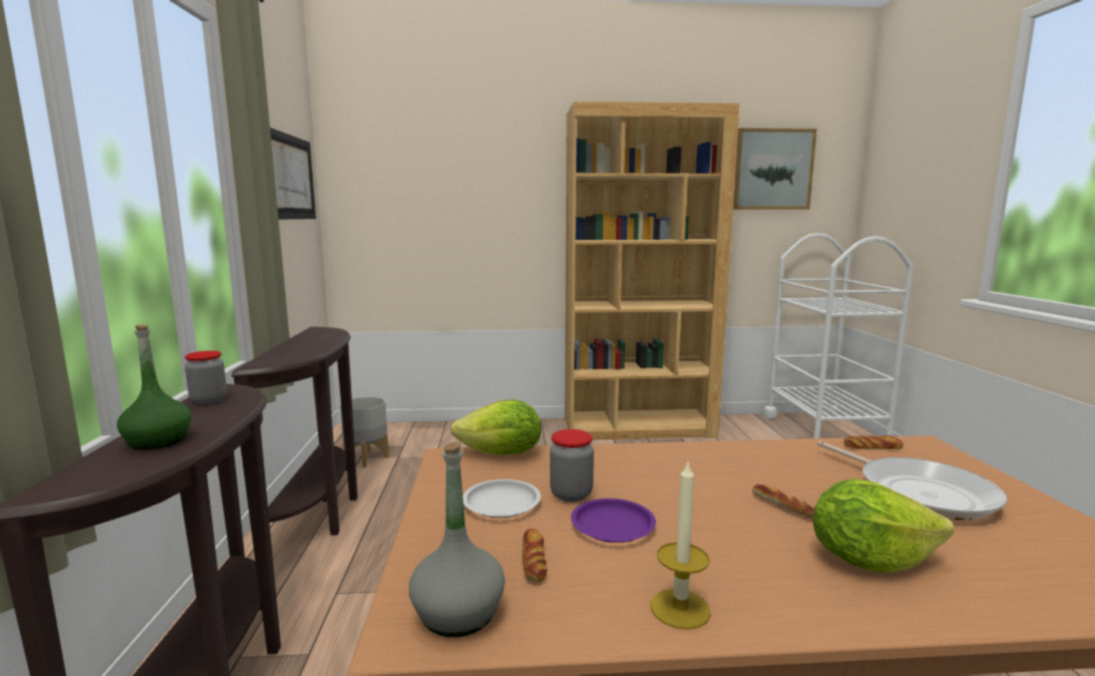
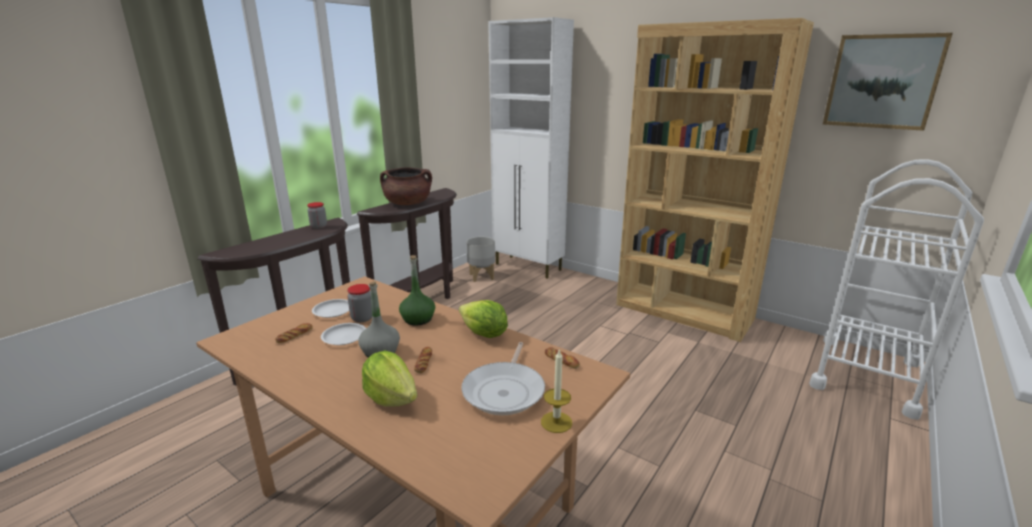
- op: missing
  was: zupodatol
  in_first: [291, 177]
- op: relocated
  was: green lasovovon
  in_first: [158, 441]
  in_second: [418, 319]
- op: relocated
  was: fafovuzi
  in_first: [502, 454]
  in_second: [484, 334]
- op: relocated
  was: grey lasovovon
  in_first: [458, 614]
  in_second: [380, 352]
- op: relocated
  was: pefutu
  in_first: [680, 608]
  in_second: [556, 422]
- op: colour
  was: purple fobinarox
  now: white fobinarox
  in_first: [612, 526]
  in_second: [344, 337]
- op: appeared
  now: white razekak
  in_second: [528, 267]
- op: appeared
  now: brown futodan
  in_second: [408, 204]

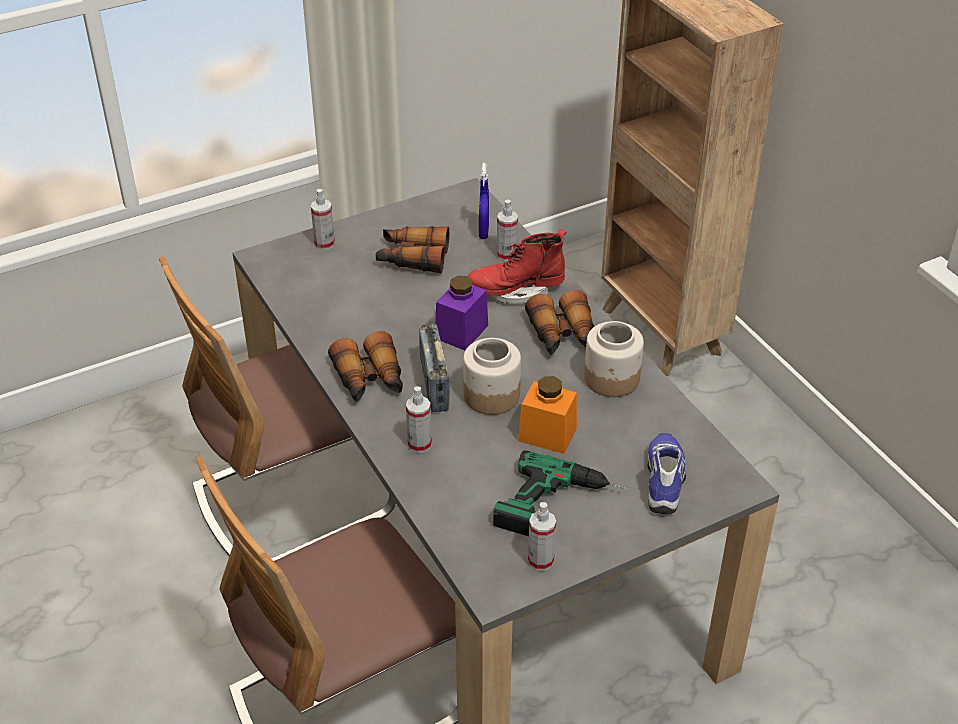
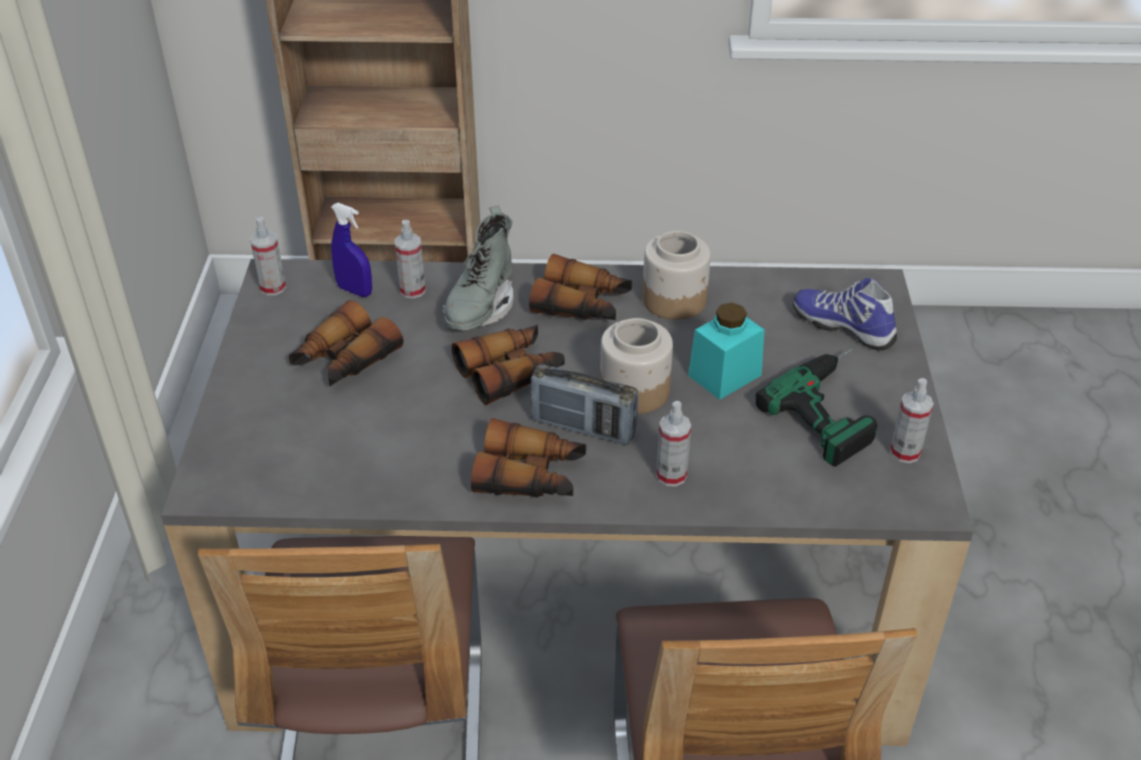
- op: relocated
  was: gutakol
  in_first: [324, 243]
  in_second: [273, 287]
- op: colour
  was: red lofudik
  now: grey lofudik
  in_first: [515, 291]
  in_second: [480, 308]
- op: exchanged
  was: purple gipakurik
  now: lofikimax
  in_first: [461, 332]
  in_second: [511, 372]
- op: colour
  was: orange gipakurik
  now: turquoise gipakurik
  in_first: [547, 434]
  in_second: [724, 375]

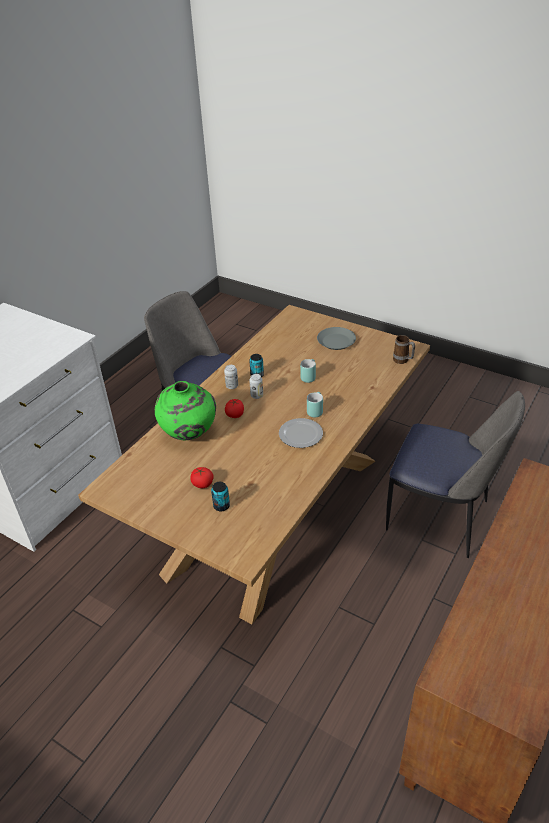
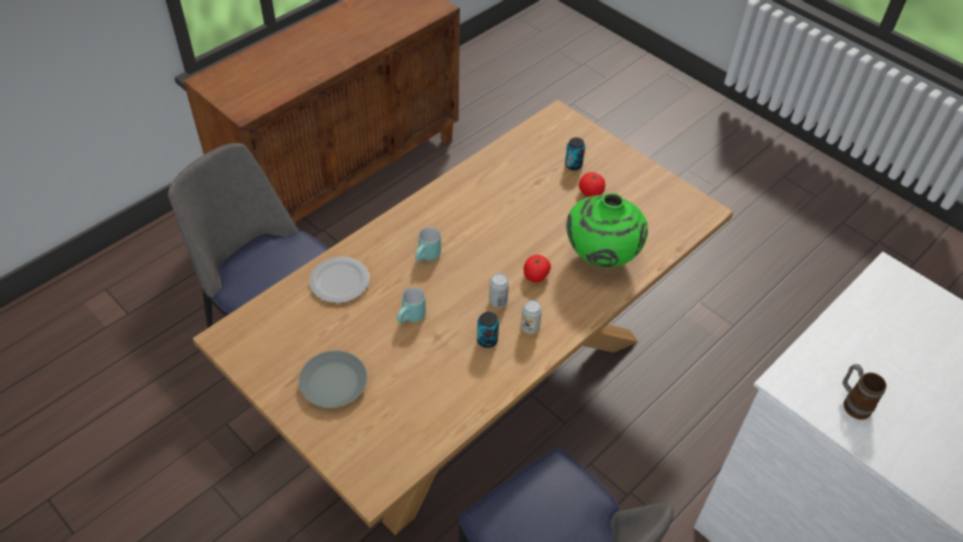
- op: relocated
  was: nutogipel
  in_first: [403, 361]
  in_second: [852, 403]
- op: relocated
  was: fobinarox
  in_first: [300, 435]
  in_second: [340, 281]

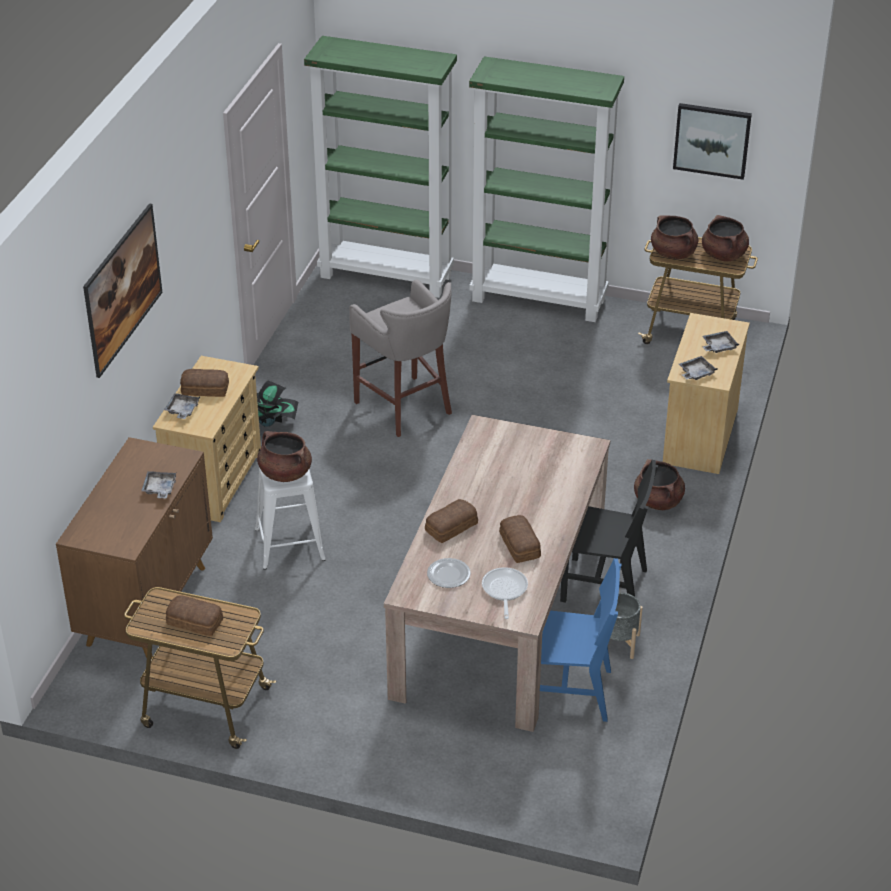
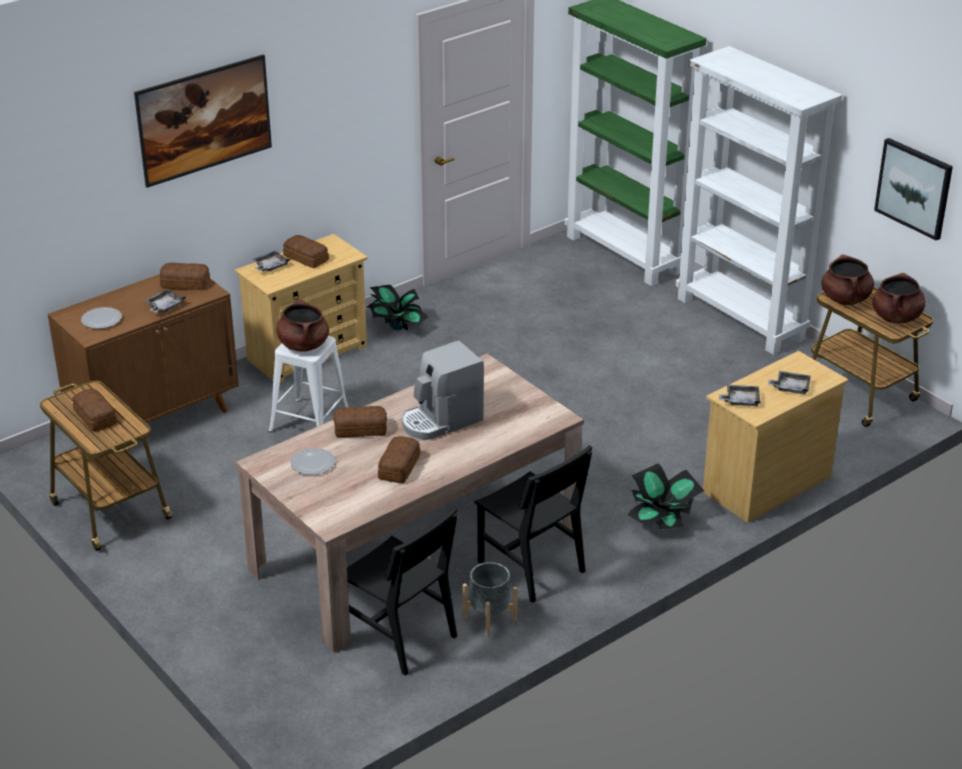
- op: colour
  was: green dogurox
  now: white dogurox
  in_first: [540, 299]
  in_second: [741, 319]
- op: missing
  was: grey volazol
  in_first: [405, 408]
- op: exchanged
  was: brown futodan
  now: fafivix
  in_first: [658, 501]
  in_second: [662, 521]
- op: colour
  was: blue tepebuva
  now: black tepebuva
  in_first: [568, 692]
  in_second: [400, 636]
- op: missing
  was: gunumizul
  in_first: [504, 591]
- op: appeared
  now: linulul
  in_second: [185, 283]
- op: appeared
  now: fobinarox
  in_second: [102, 320]
- op: appeared
  now: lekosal
  in_second: [441, 420]

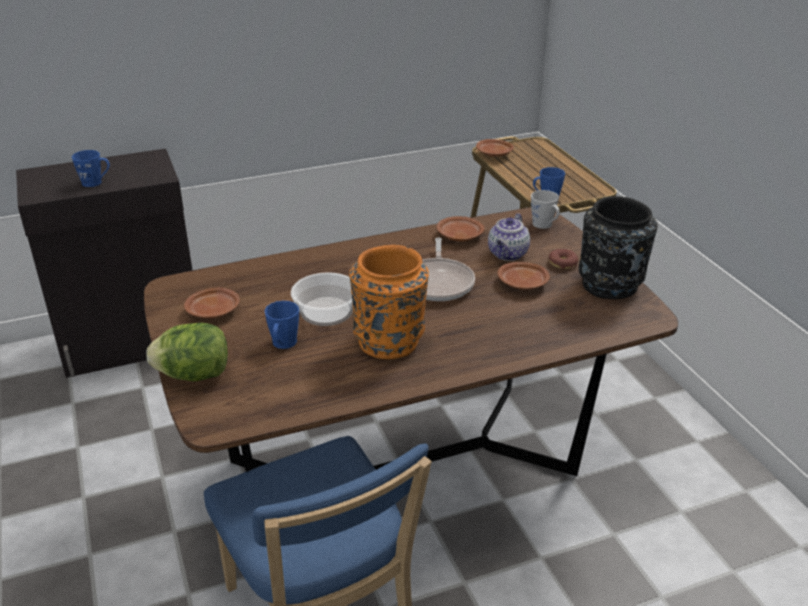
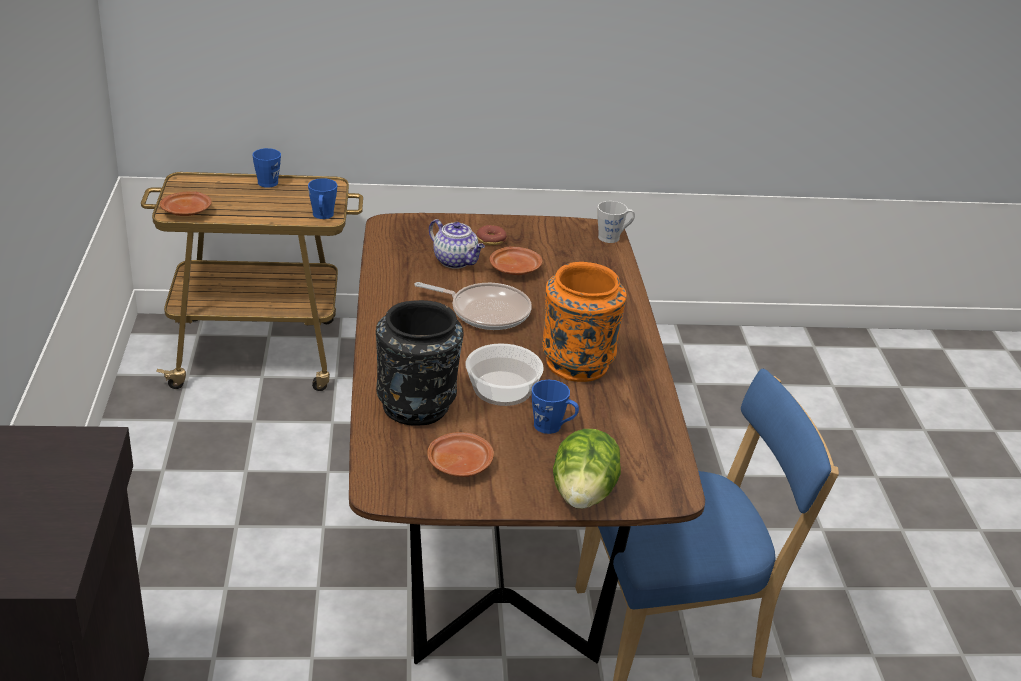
- op: relocated
  was: blue nutogipel
  in_first: [95, 182]
  in_second: [270, 181]
- op: relocated
  was: grey nutogipel
  in_first: [544, 225]
  in_second: [613, 237]
- op: relocated
  was: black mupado
  in_first: [610, 286]
  in_second: [417, 406]
- op: missing
  was: brown fobinarox
  in_first: [459, 236]

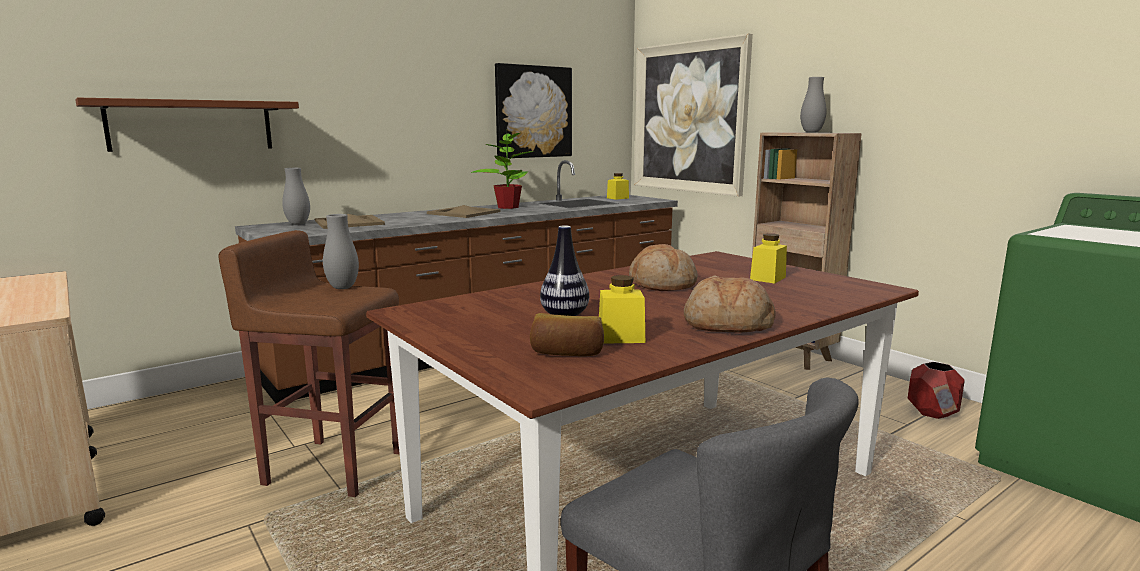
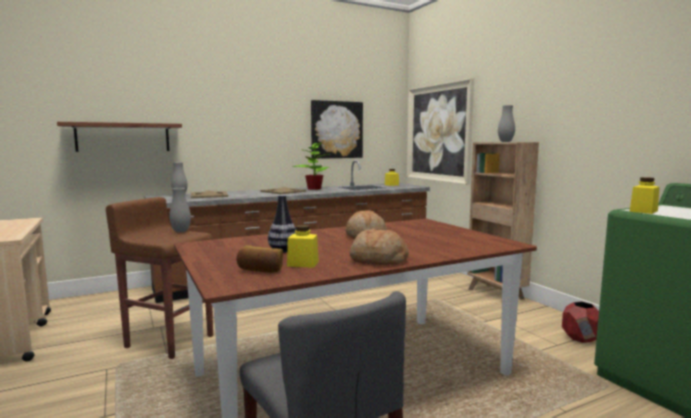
- op: relocated
  was: yellow gipakurik
  in_first: [767, 278]
  in_second: [643, 211]

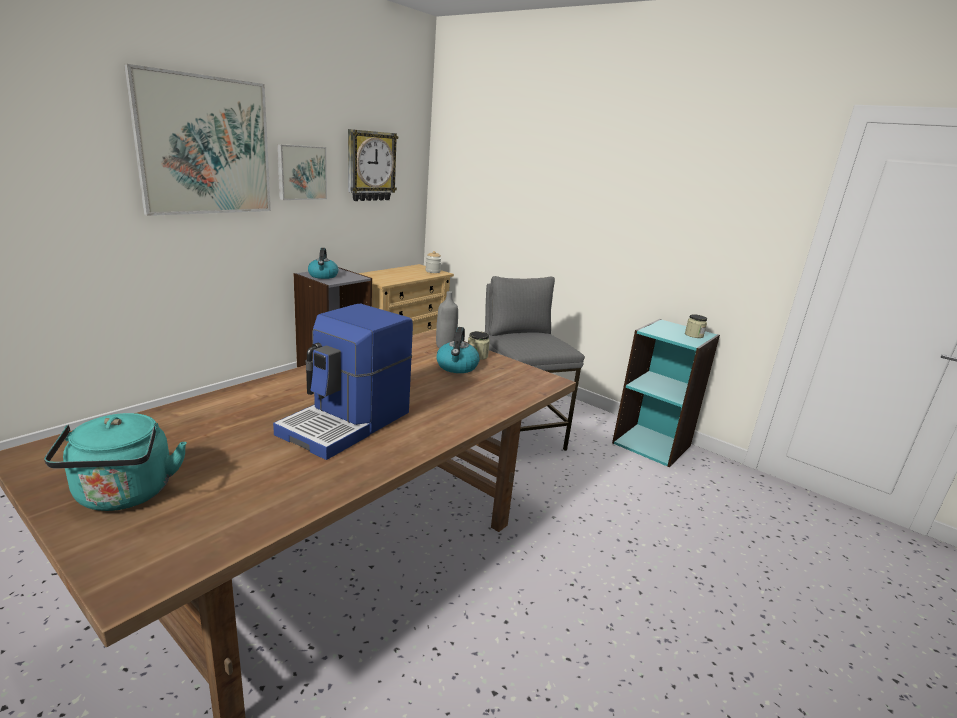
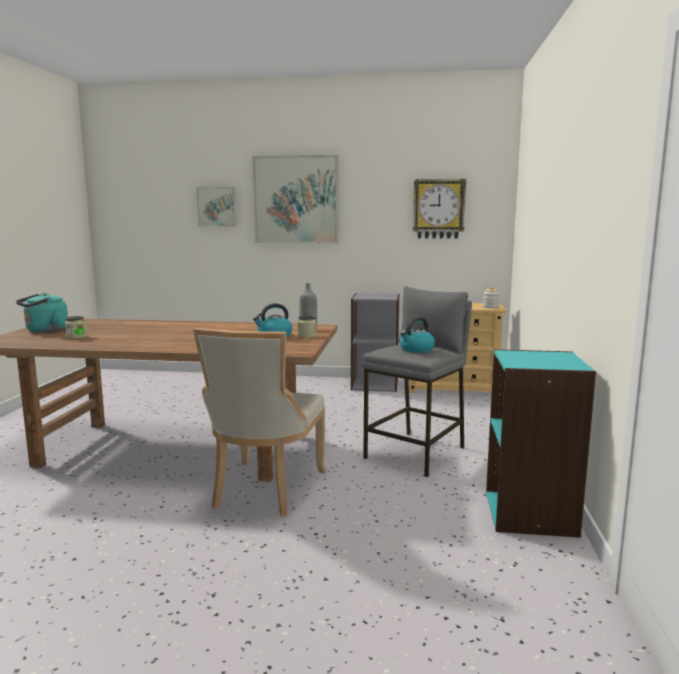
- op: relocated
  was: zupodatol
  in_first: [301, 172]
  in_second: [217, 207]
- op: relocated
  was: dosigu
  in_first: [323, 276]
  in_second: [416, 350]
- op: missing
  was: lekosal
  in_first: [348, 423]
- op: relocated
  was: gipakurik
  in_first: [694, 335]
  in_second: [76, 337]
- op: appeared
  now: beige tepebuva
  in_second: [265, 490]

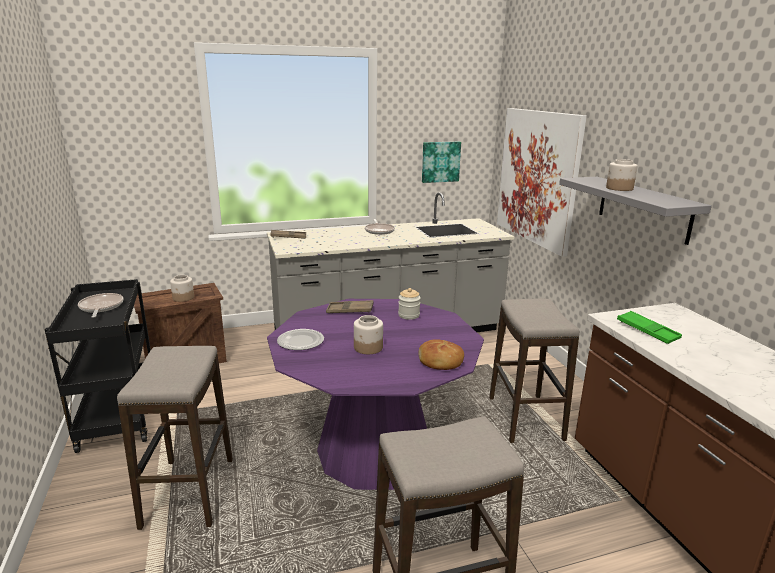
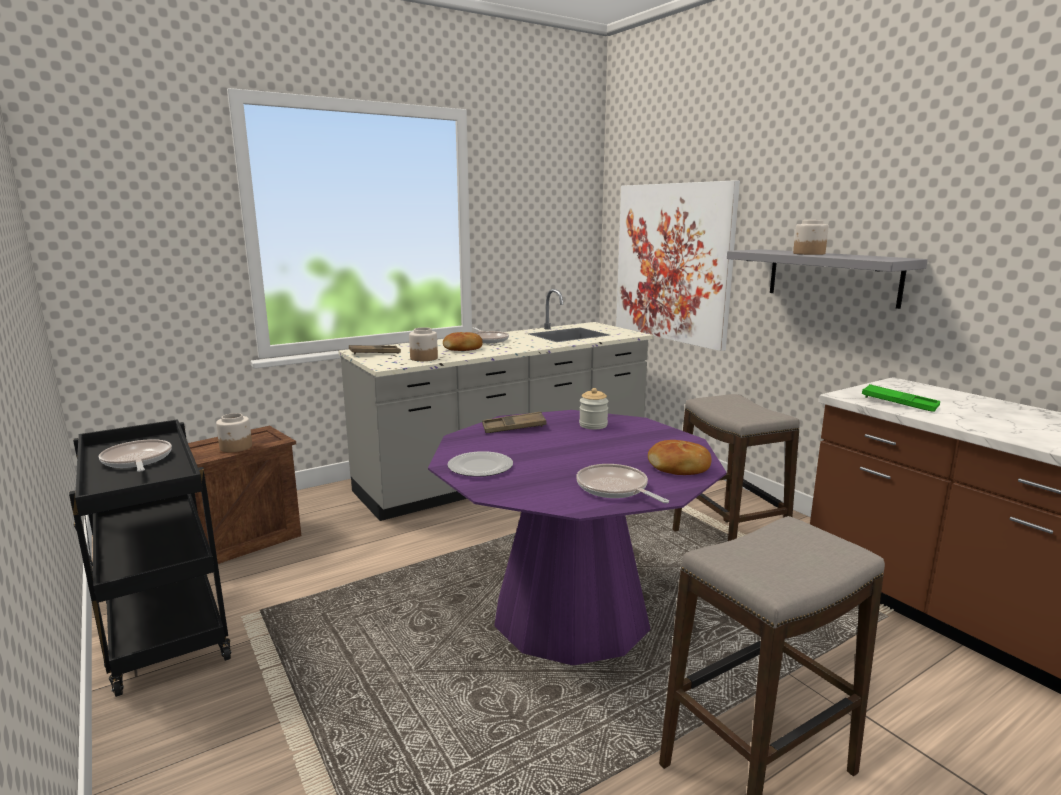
- op: missing
  was: zupodatol
  in_first: [440, 161]
- op: relocated
  was: gipakurik
  in_first: [368, 348]
  in_second: [424, 358]
- op: missing
  was: volazol
  in_first: [188, 492]
- op: appeared
  now: linulul
  in_second: [463, 348]
- op: appeared
  now: gunumizul
  in_second: [615, 489]

